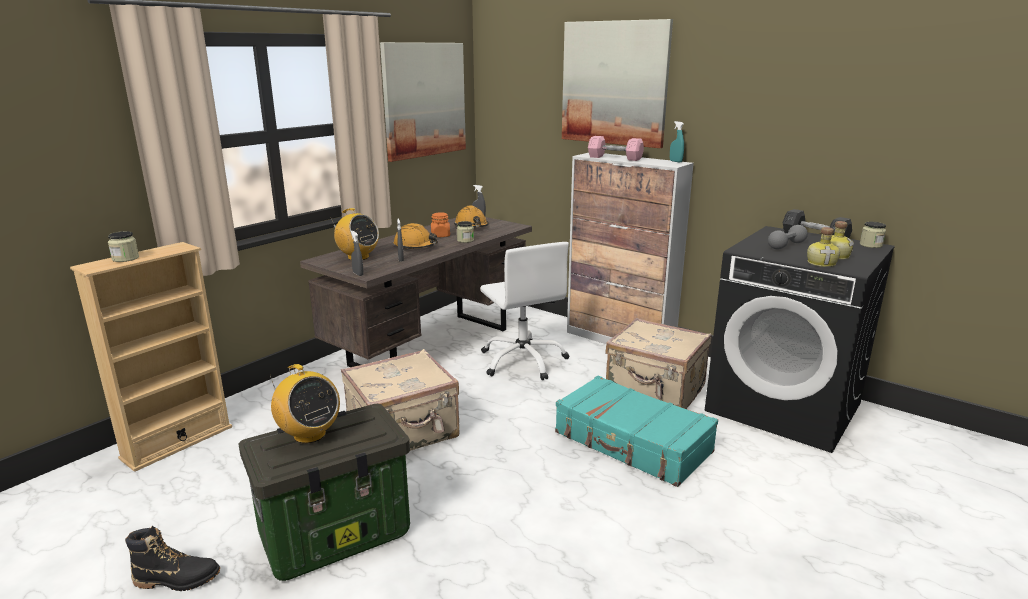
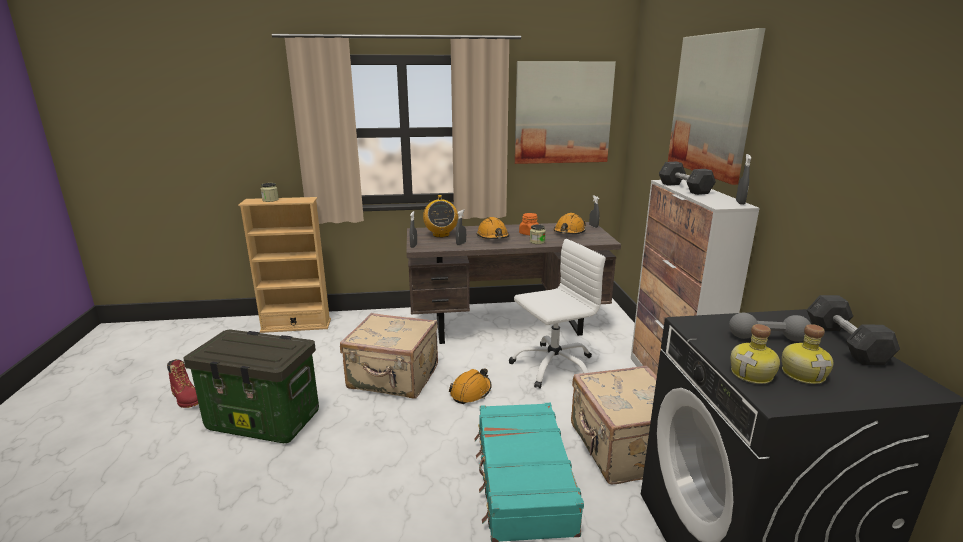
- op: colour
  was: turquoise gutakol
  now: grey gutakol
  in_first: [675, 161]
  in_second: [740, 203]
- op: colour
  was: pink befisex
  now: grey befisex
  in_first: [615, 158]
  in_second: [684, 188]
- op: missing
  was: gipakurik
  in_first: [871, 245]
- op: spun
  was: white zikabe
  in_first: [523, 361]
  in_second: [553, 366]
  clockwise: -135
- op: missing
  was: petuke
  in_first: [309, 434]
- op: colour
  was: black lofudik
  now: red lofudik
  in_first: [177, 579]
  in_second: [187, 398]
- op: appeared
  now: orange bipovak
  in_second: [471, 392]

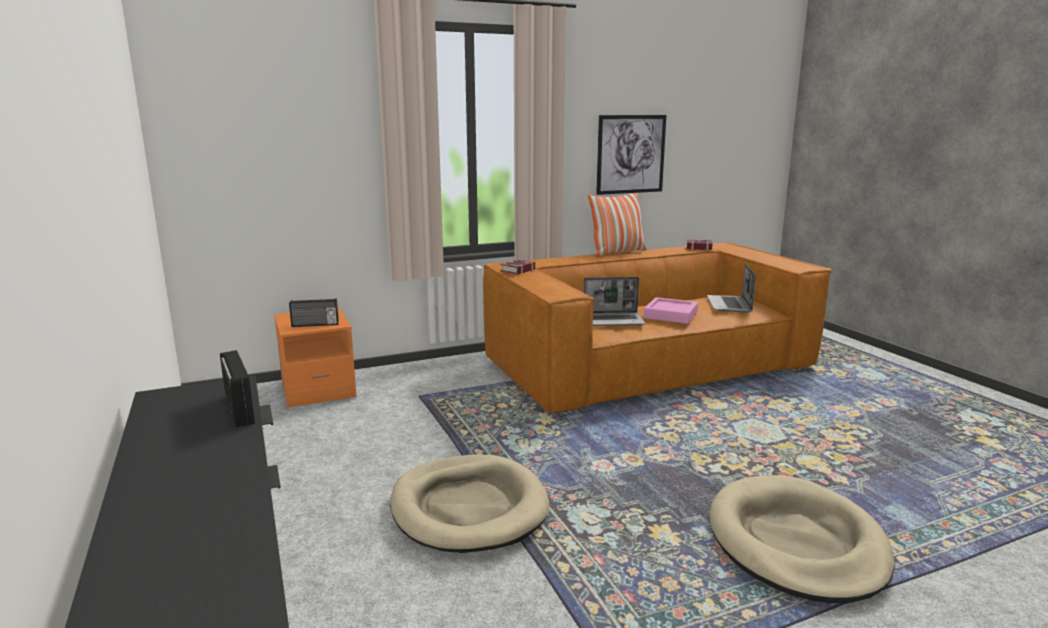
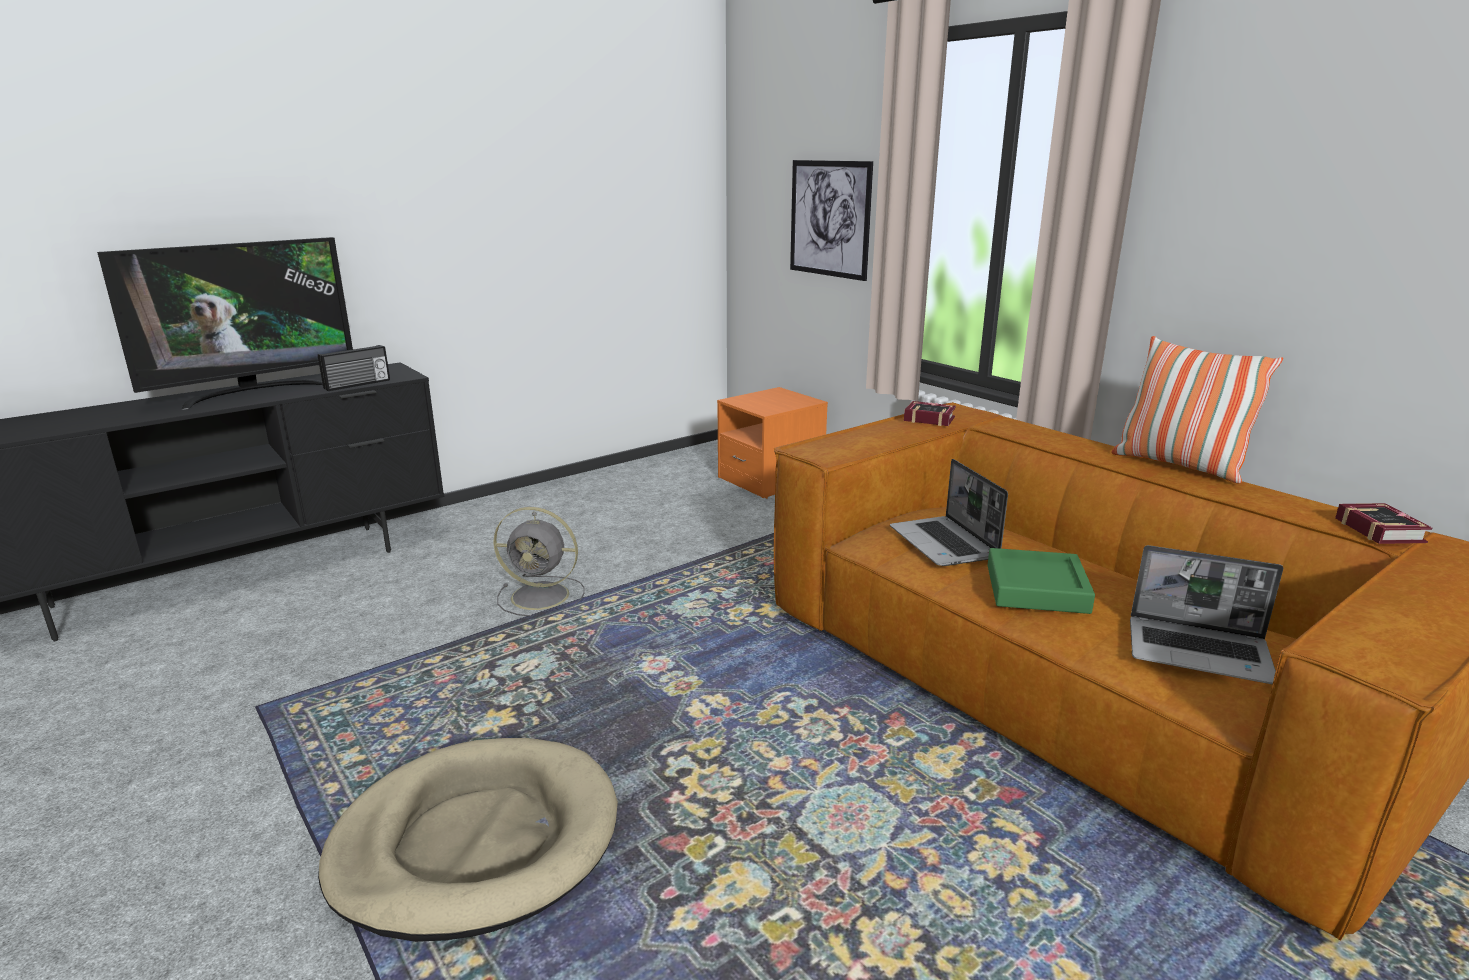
- op: relocated
  was: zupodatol
  in_first: [631, 154]
  in_second: [829, 219]
- op: spun
  was: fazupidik
  in_first: [730, 305]
  in_second: [1200, 652]
  clockwise: -150
- op: colour
  was: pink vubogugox
  now: green vubogugox
  in_first: [670, 315]
  in_second: [1036, 589]
- op: missing
  was: petuke
  in_first: [315, 325]
- op: exchanged
  was: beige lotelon
  now: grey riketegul
  in_first: [469, 508]
  in_second: [543, 596]
- op: appeared
  now: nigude
  in_second: [253, 392]

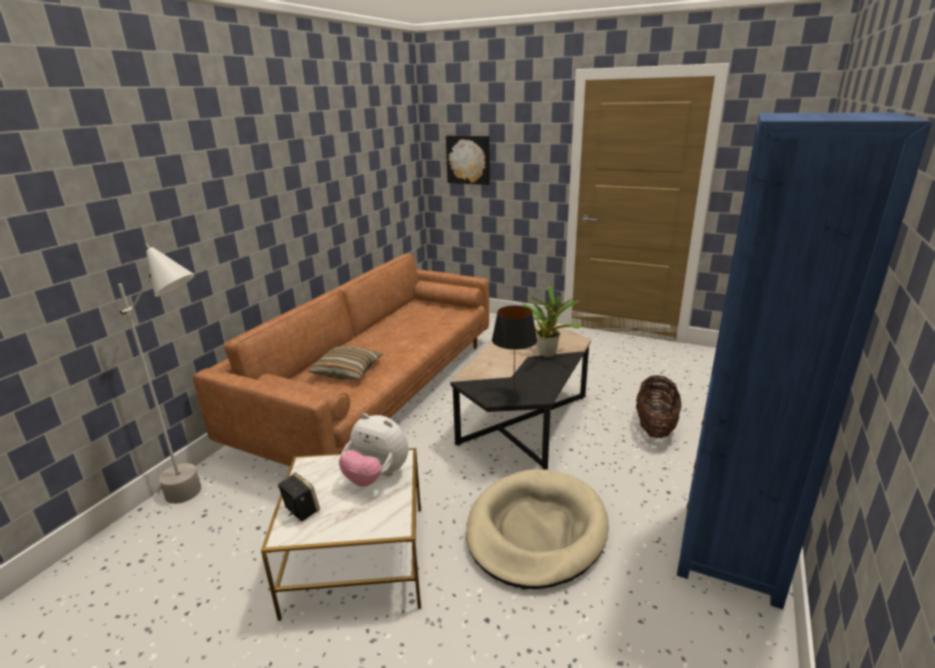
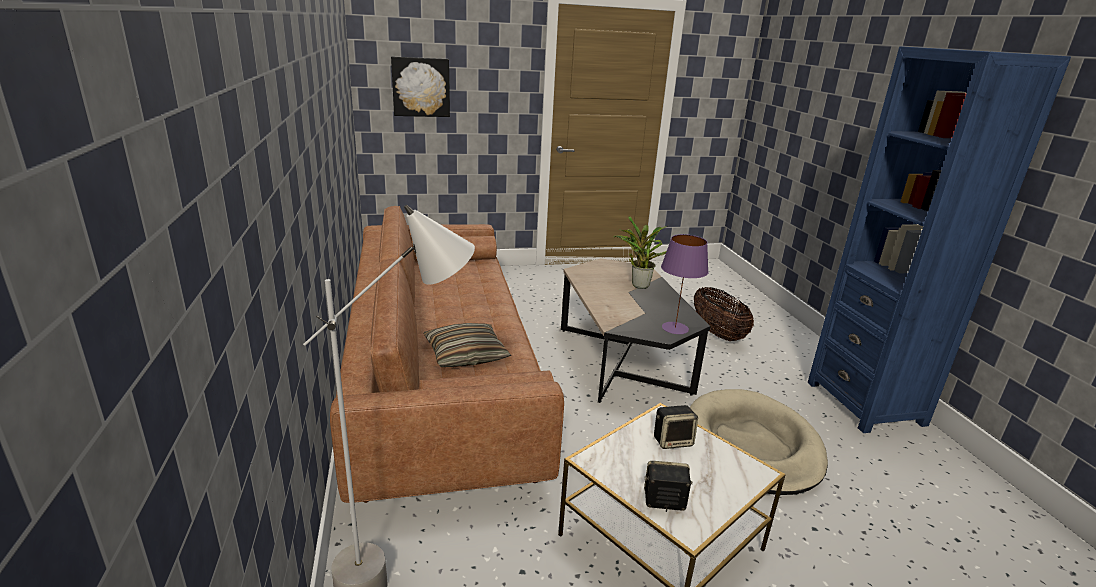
- op: colour
  was: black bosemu
  now: purple bosemu
  in_first: [513, 396]
  in_second: [675, 328]
- op: exchanged
  was: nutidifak
  now: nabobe
  in_first: [376, 476]
  in_second: [673, 441]

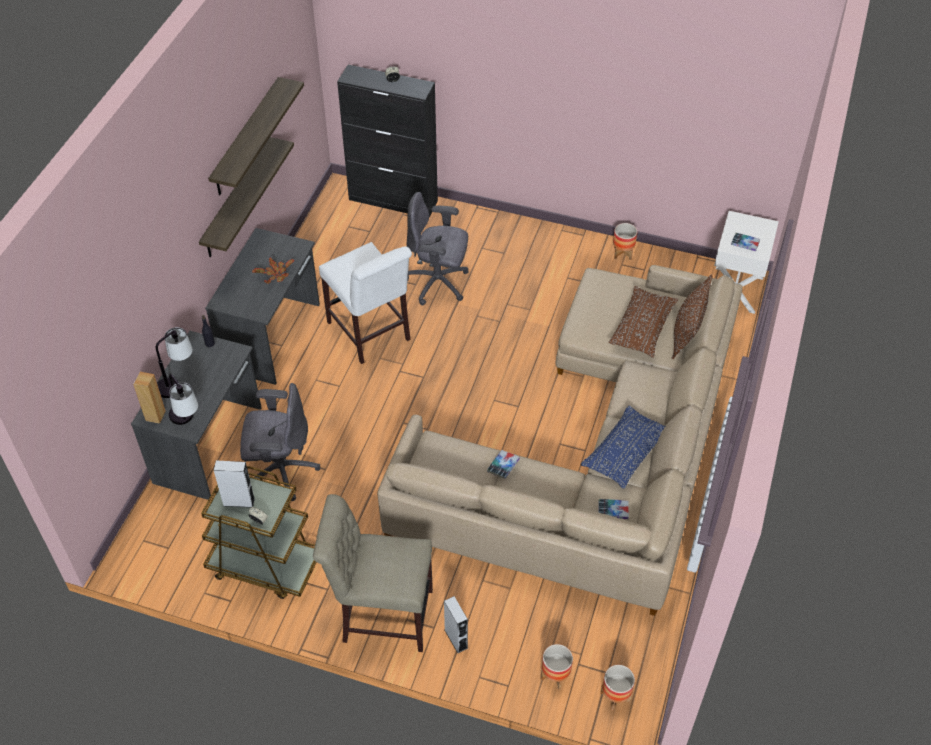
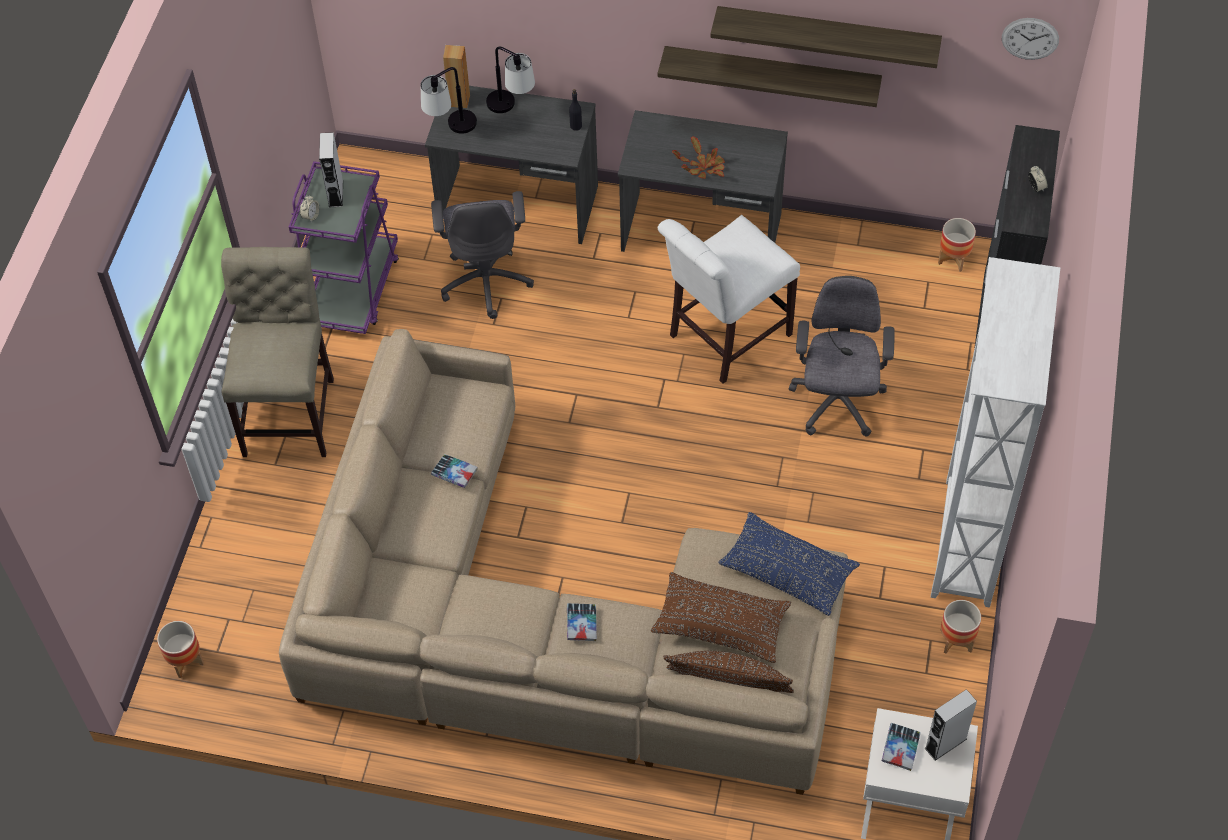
- op: relocated
  was: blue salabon
  in_first: [624, 453]
  in_second: [787, 571]
- op: colour
  was: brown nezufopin
  now: purple nezufopin
  in_first: [264, 565]
  in_second: [352, 289]
- op: relocated
  was: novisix
  in_first: [613, 511]
  in_second: [581, 624]
- op: relocated
  was: grey nabobe
  in_first: [456, 639]
  in_second: [945, 743]
- op: relocated
  was: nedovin
  in_first: [555, 676]
  in_second: [953, 259]
- op: appeared
  now: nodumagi
  in_second: [1030, 38]
- op: appeared
  now: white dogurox
  in_second: [965, 543]

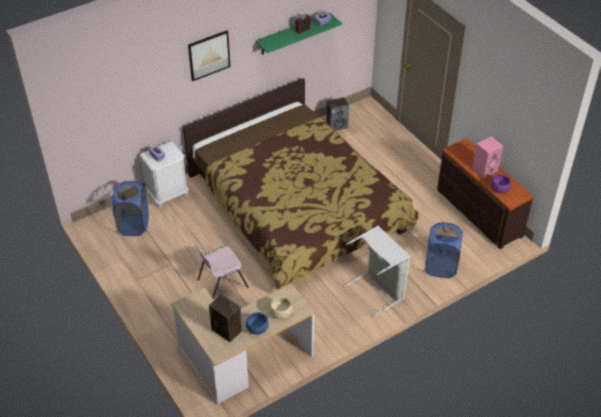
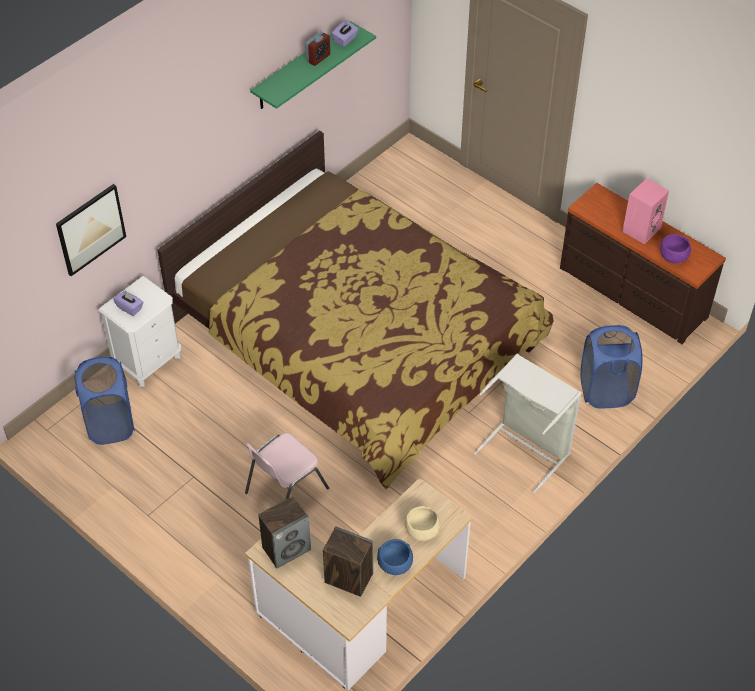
- op: relocated
  was: zupodatol
  in_first: [209, 55]
  in_second: [90, 229]
- op: relocated
  was: nabobe
  in_first: [337, 125]
  in_second: [286, 548]

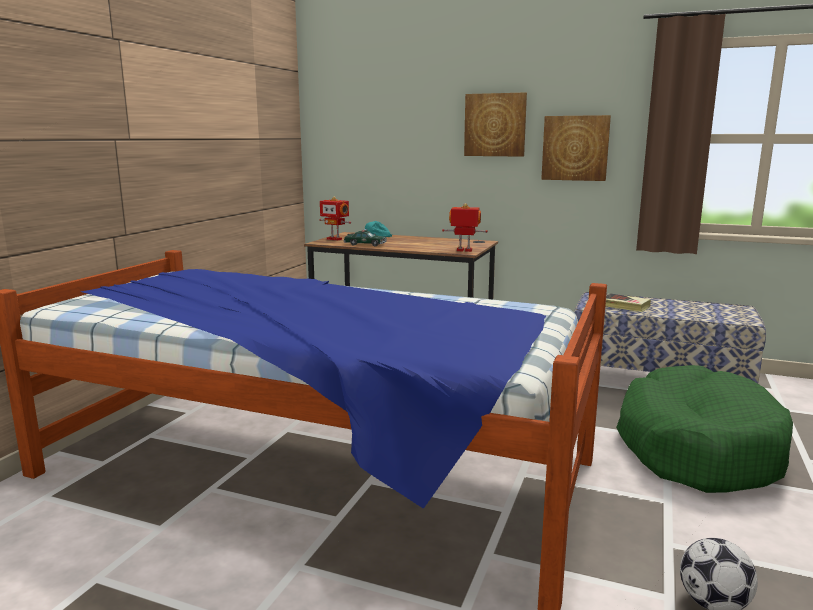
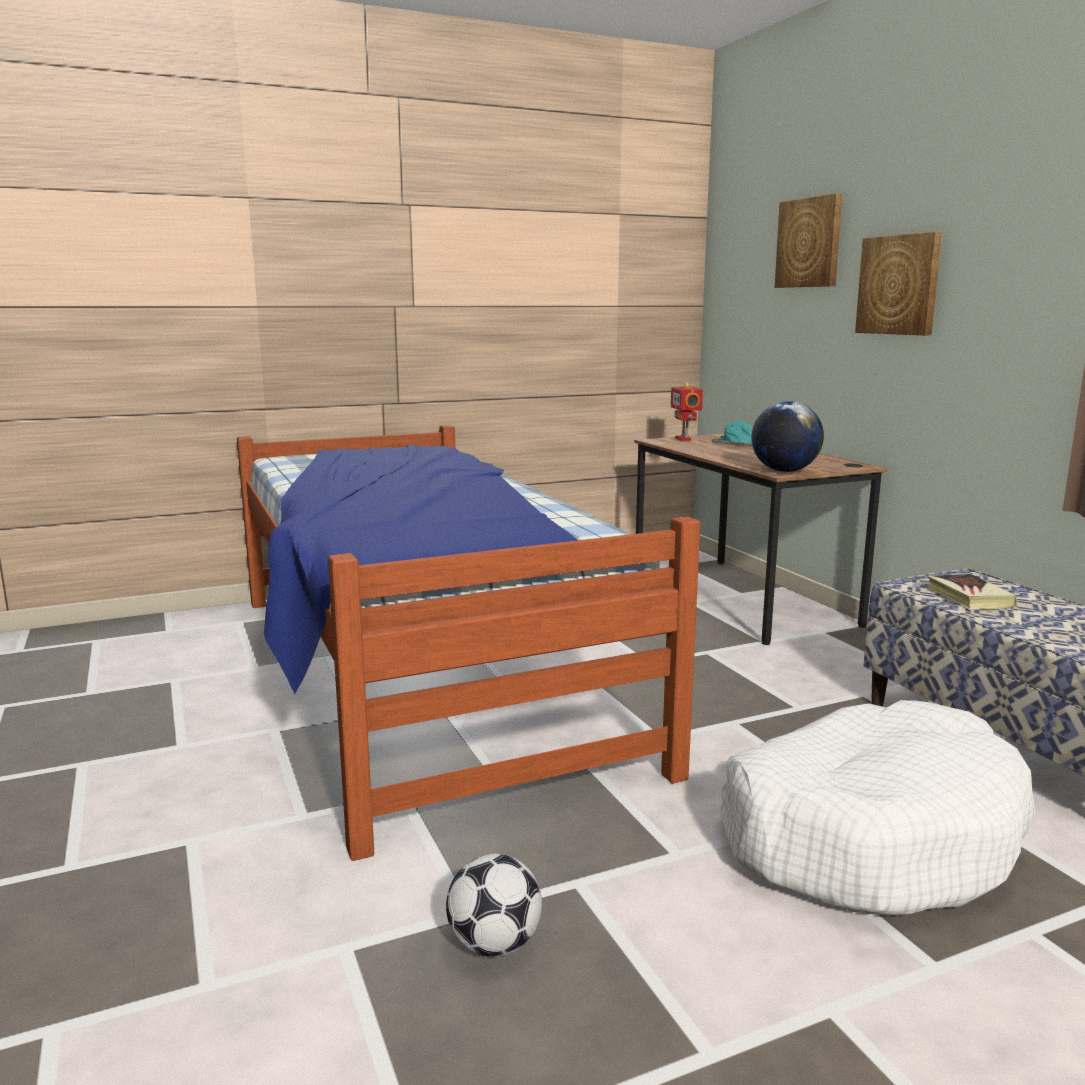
- op: relocated
  was: zupodatol
  in_first: [575, 148]
  in_second: [809, 243]
- op: exchanged
  was: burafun
  now: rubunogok
  in_first: [464, 250]
  in_second: [784, 471]
- op: missing
  was: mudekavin
  in_first: [365, 244]
- op: colour
  was: green lotelon
  now: white lotelon
  in_first: [697, 448]
  in_second: [869, 834]

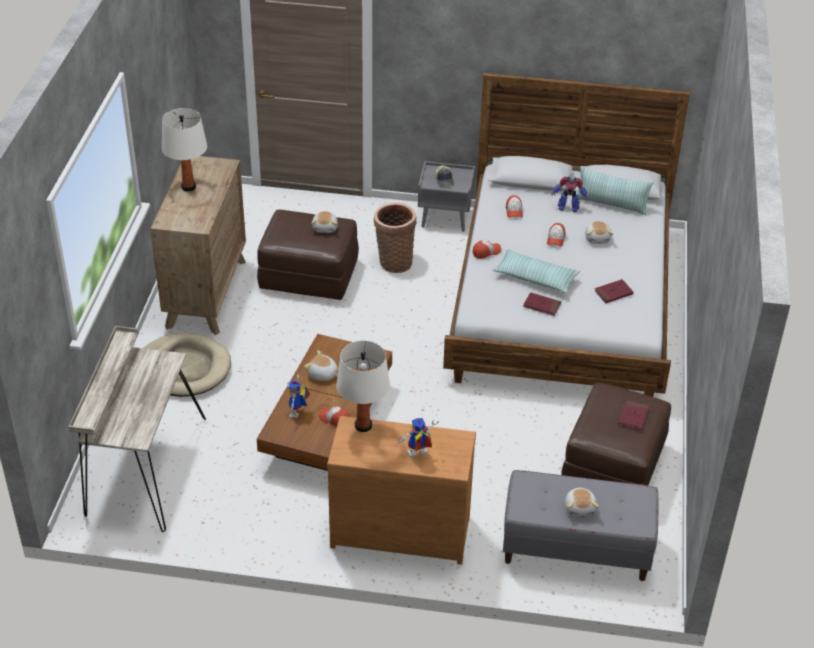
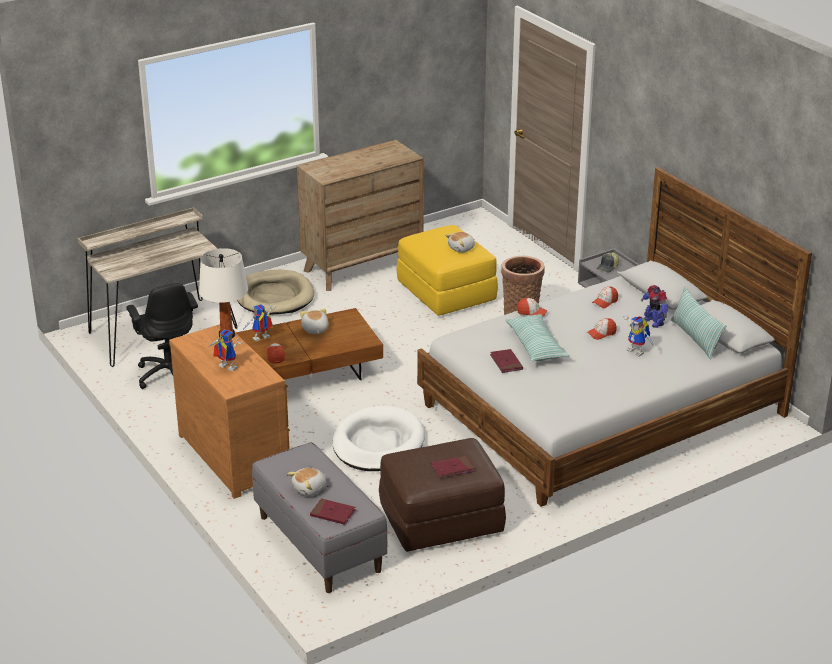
- op: missing
  was: white bosemu
  in_first: [188, 187]
- op: colour
  was: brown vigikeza
  now: yellow vigikeza
  in_first: [309, 275]
  in_second: [447, 292]
- op: exchanged
  was: nutidifak
  now: burafun
  in_first: [597, 238]
  in_second: [638, 351]
- op: relocated
  was: red novisix
  in_first: [613, 293]
  in_second: [332, 513]
- op: appeared
  now: black zikabe
  in_second: [169, 374]
- op: appeared
  now: white lotelon
  in_second: [378, 443]

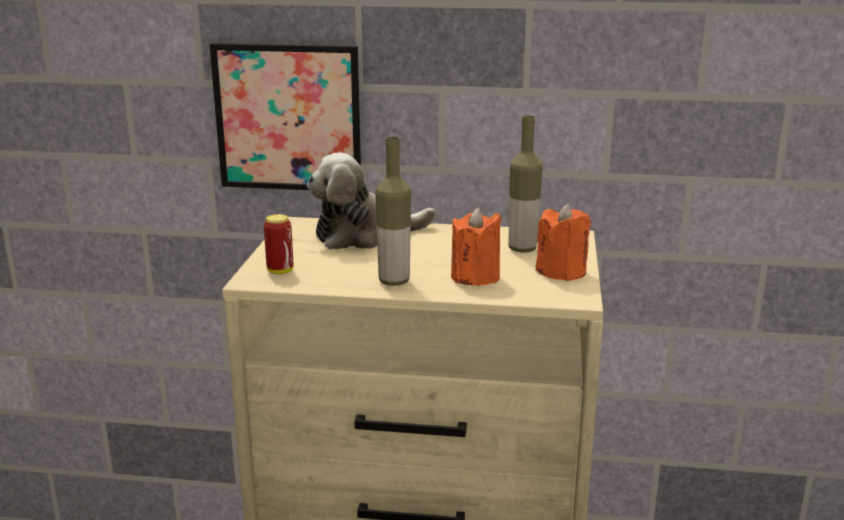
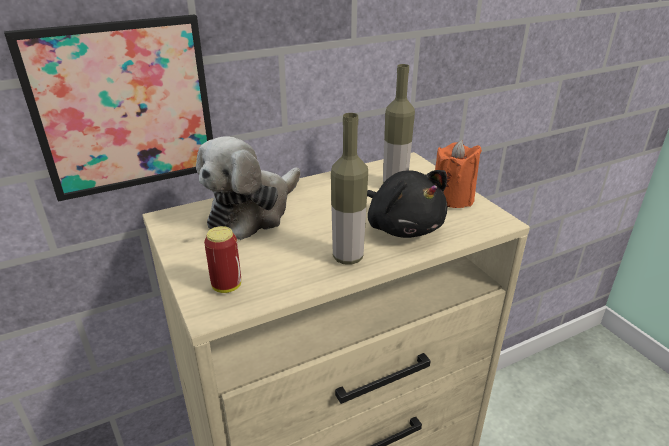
- op: exchanged
  was: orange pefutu
  now: black nutidifak
  in_first: [475, 277]
  in_second: [403, 227]

